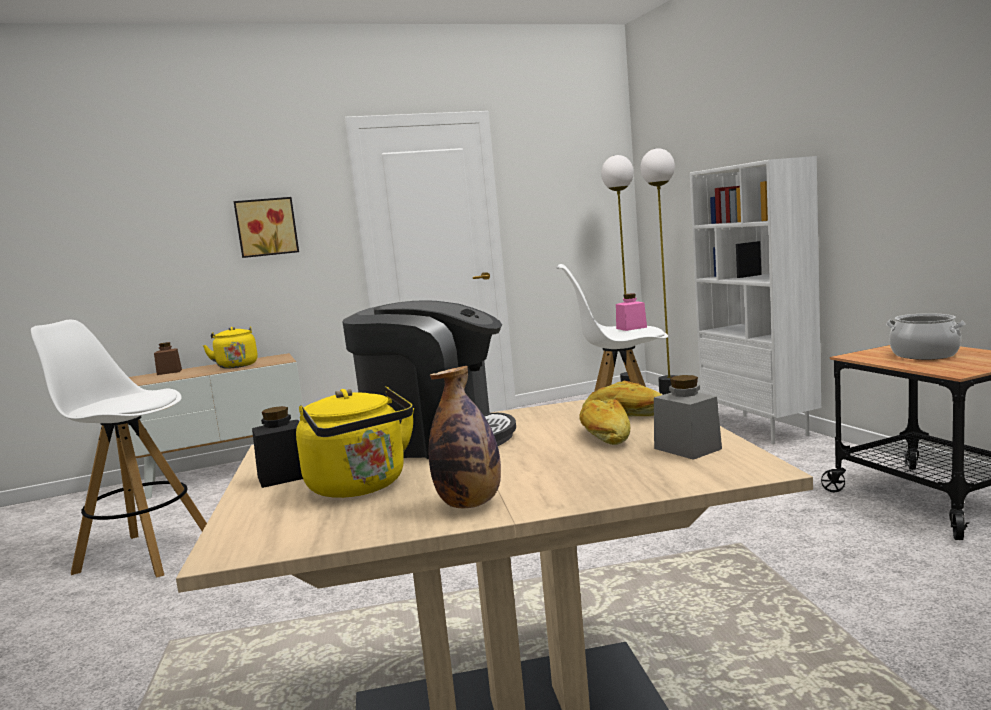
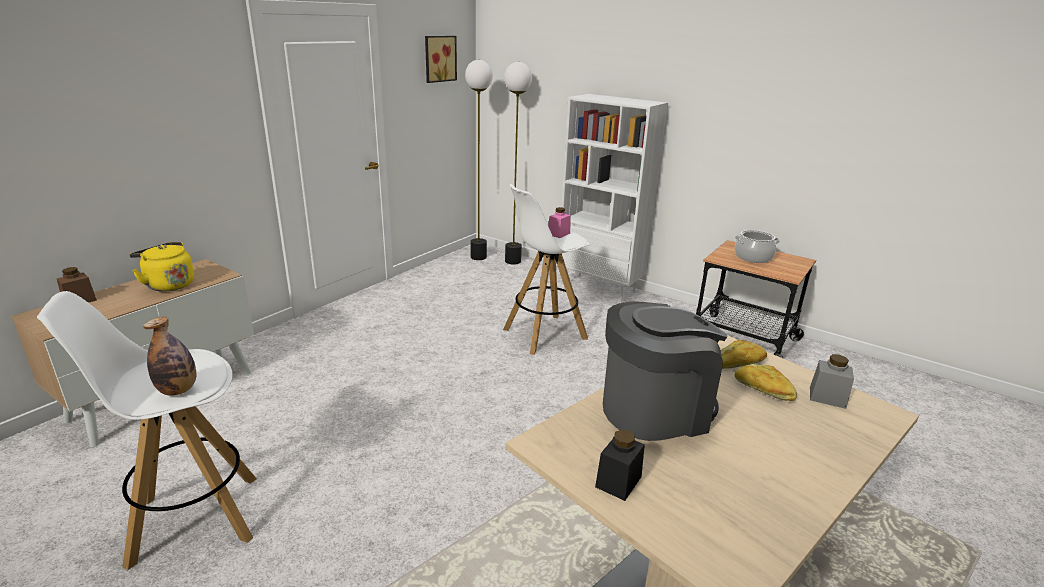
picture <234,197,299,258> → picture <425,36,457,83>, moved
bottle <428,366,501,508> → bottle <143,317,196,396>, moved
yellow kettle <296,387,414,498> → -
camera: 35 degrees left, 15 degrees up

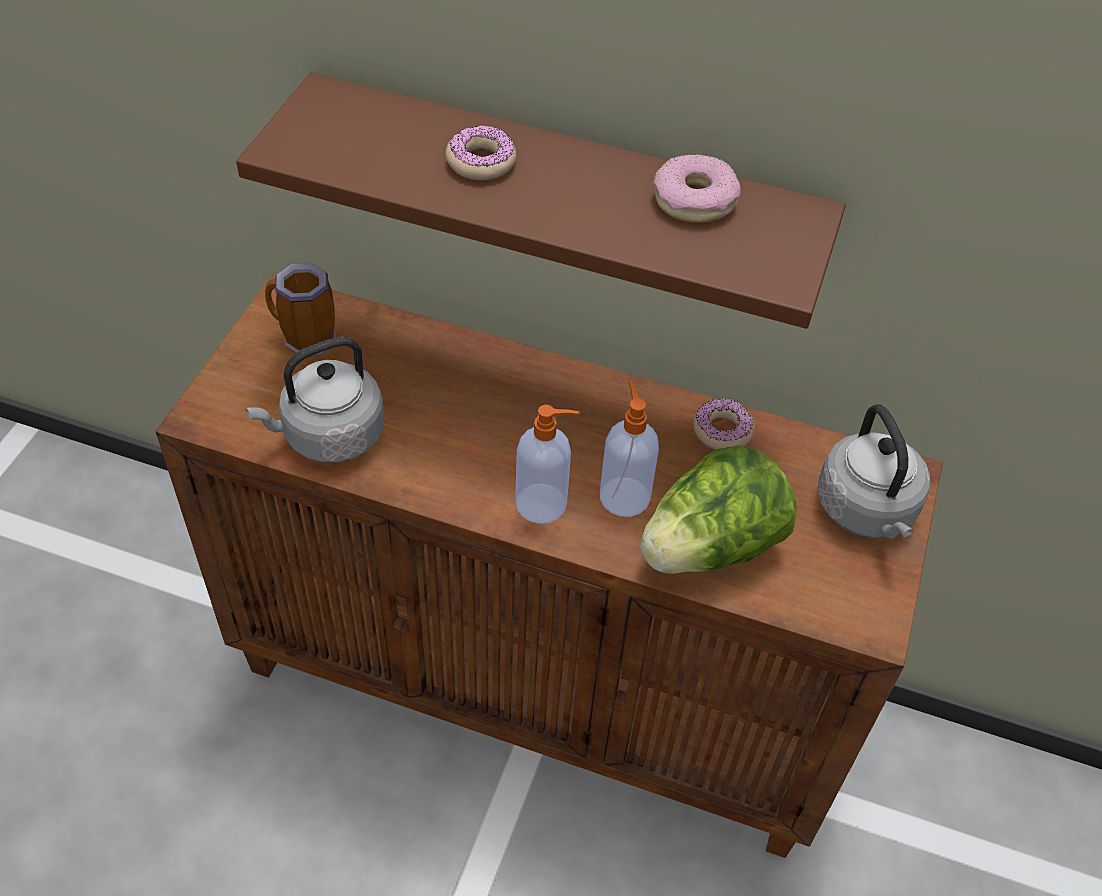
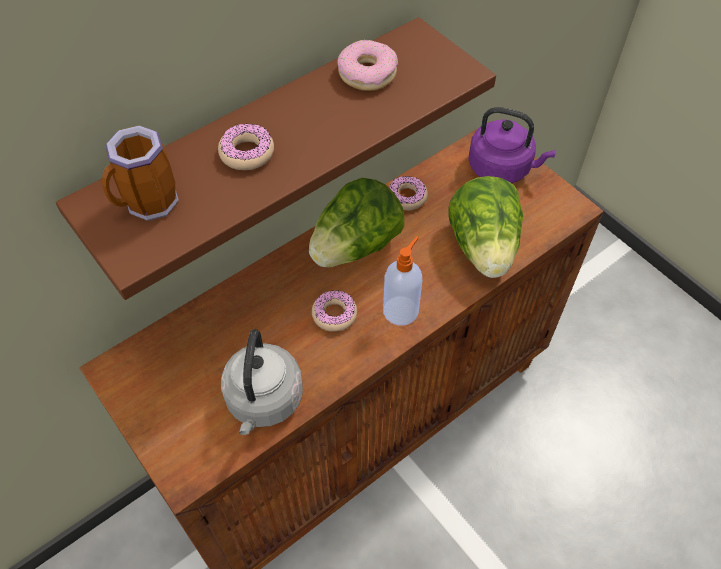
mug <265,263,335,356> → mug <102,125,179,221>, moved
soap dispenser <600,381,659,517> → -
grey kettle <818,404,930,539> → purple kettle <468,107,556,183>
- → lettuce <309,178,404,267>
- → donut <312,291,357,332>
camera: 55 degrees left, 5 degrees up

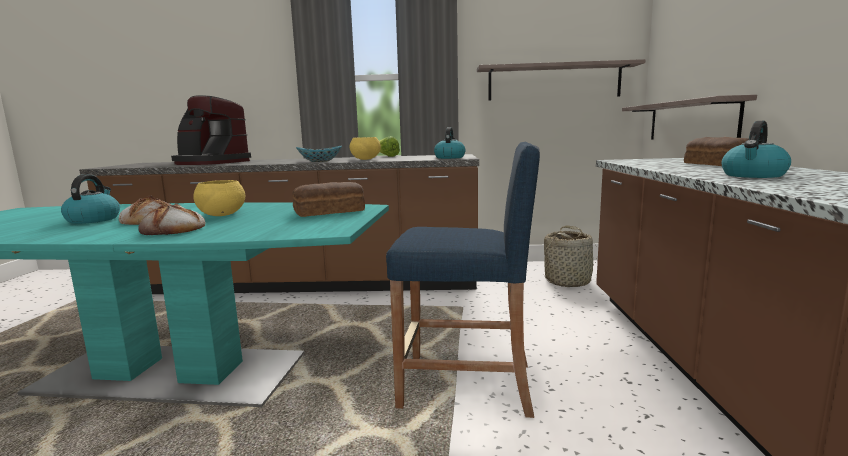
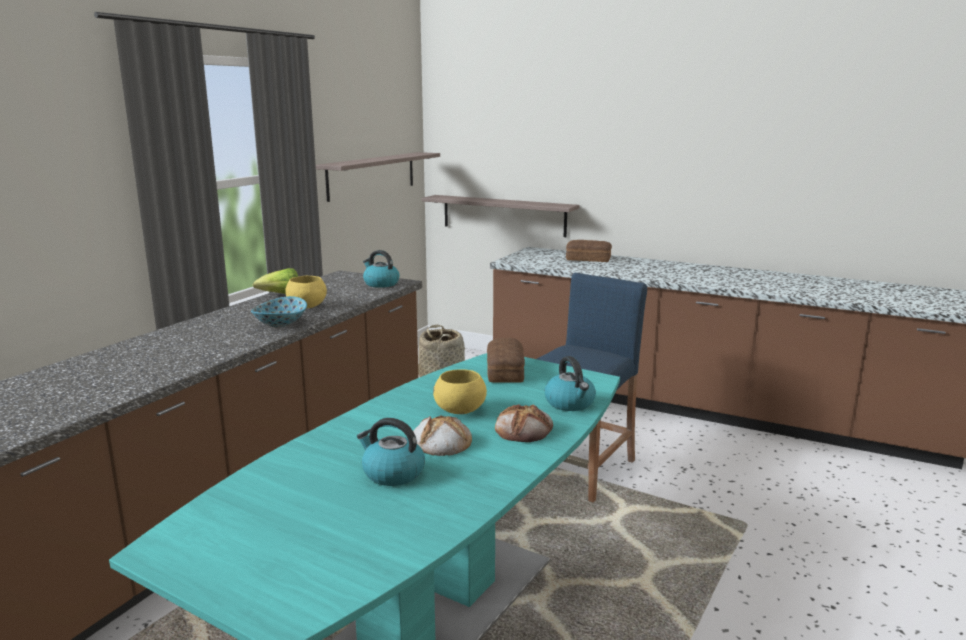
coffee machine <171,95,251,165> → -
kettle <721,121,791,178> → kettle <545,356,596,411>, moved
camera: 65 degrees left, 5 degrees up

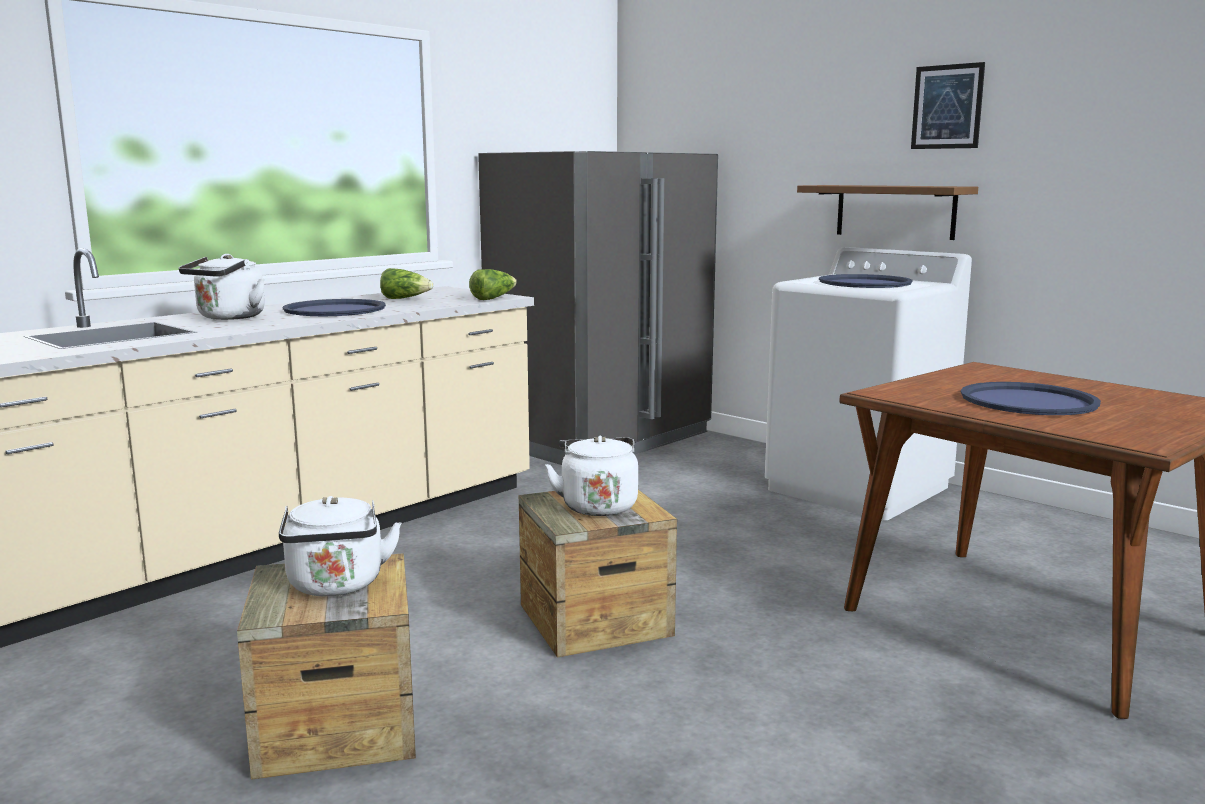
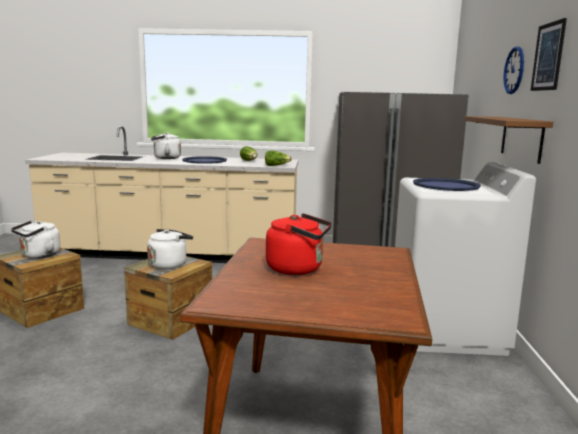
blue tray <961,382,1101,415> → red kettle <266,213,332,275>
- → wall clock <503,46,524,94>
camera: 50 degrees right, 0 degrees up

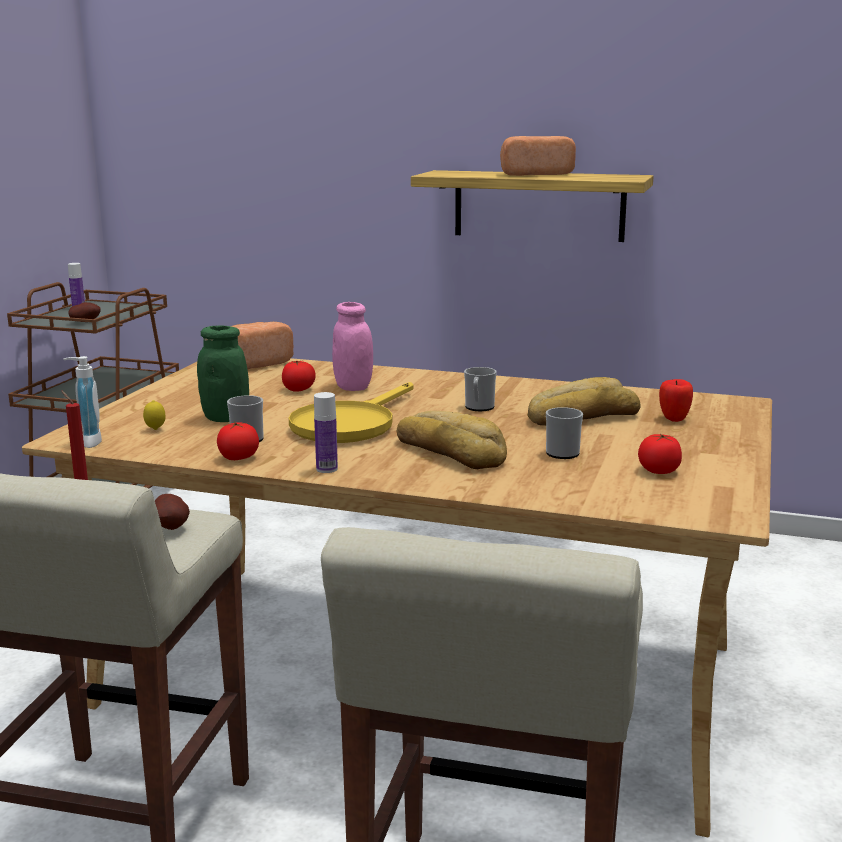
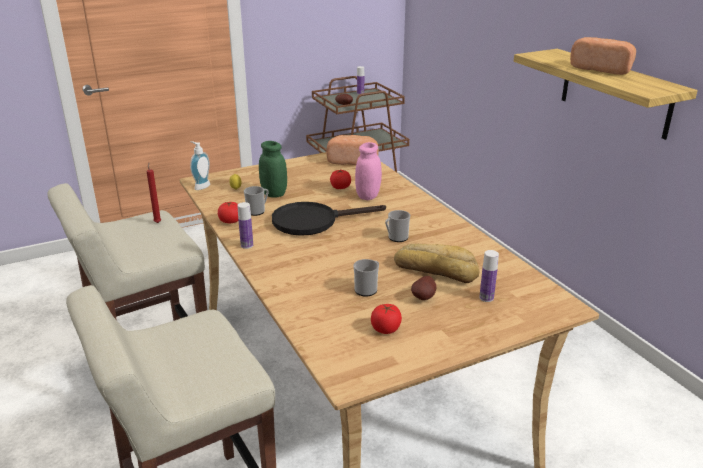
apple <659,379,693,422> → bottle <479,250,499,302>
yellow frying pan <289,382,414,443> → black frying pan <272,202,386,236>
bread <397,411,507,469> → -
potato <155,494,190,530> → potato <411,276,437,300>, moved
camera: 45 degrees right, 10 degrees up

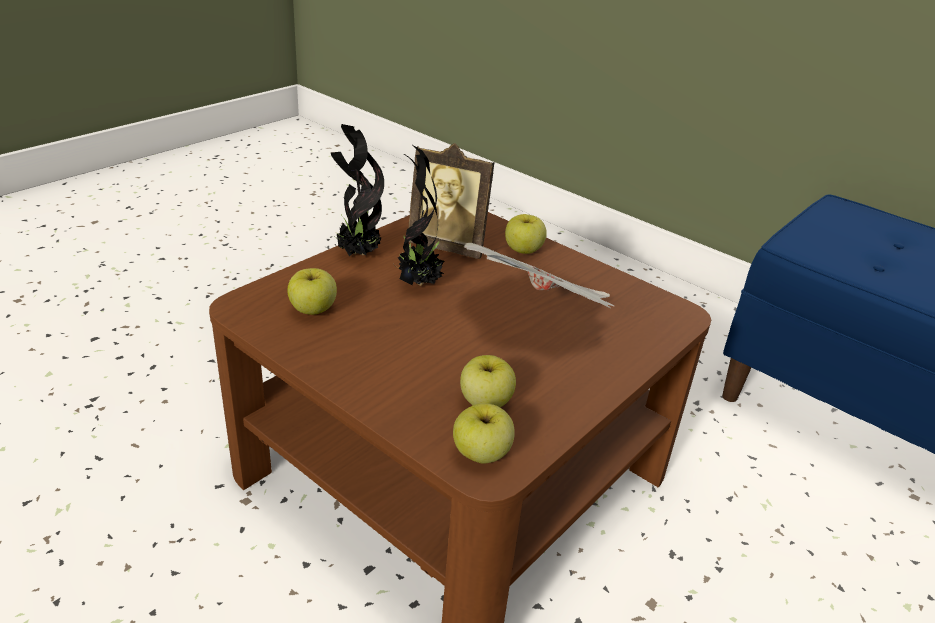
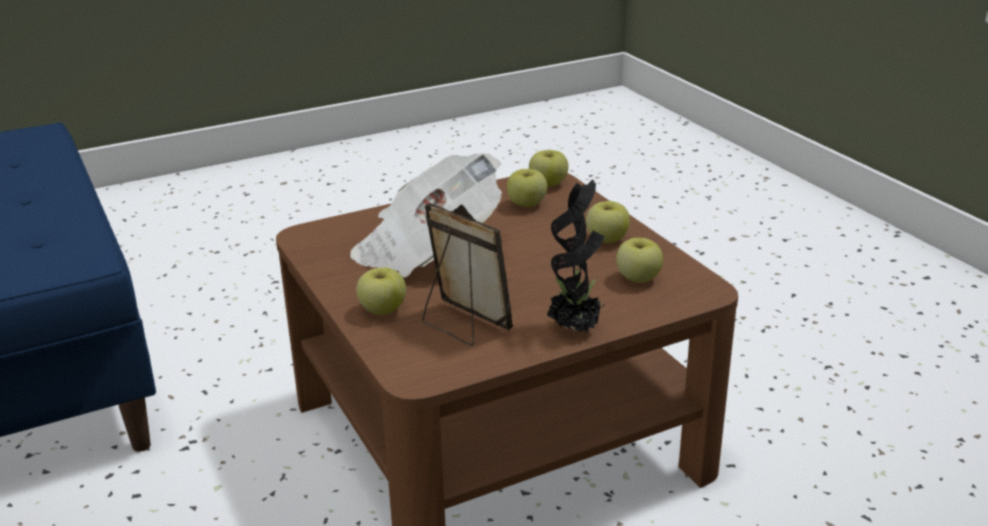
potted plant <393,144,444,286> → -
- → apple <586,201,630,243>
camera: 155 degrees left, 5 degrees down

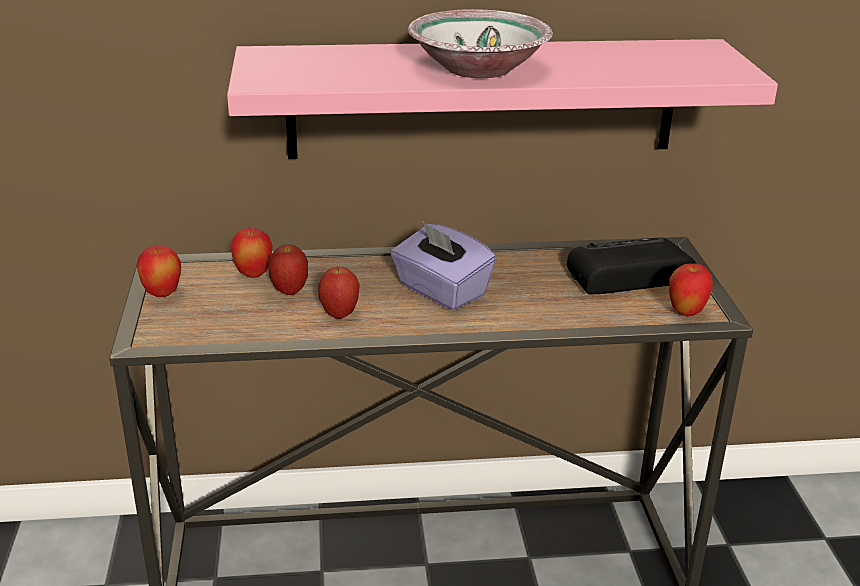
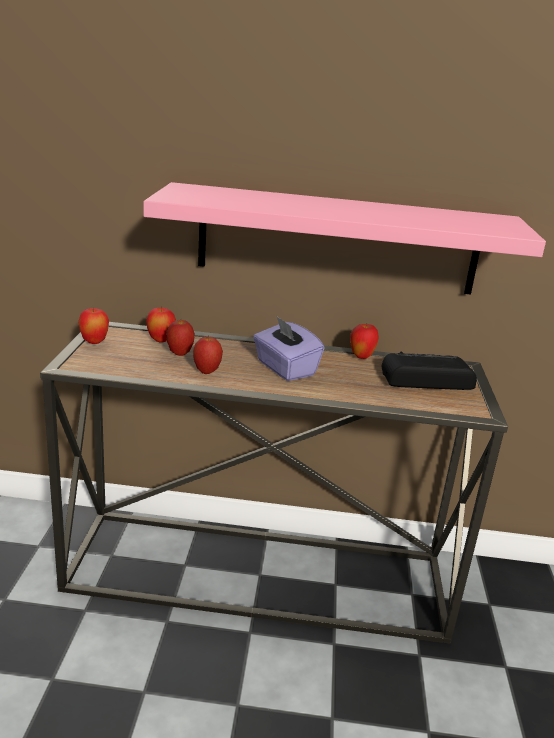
bowl <408,9,553,78> → -
apple <669,264,713,317> → apple <350,324,379,359>, moved
camera: 10 degrees right, 5 degrees down

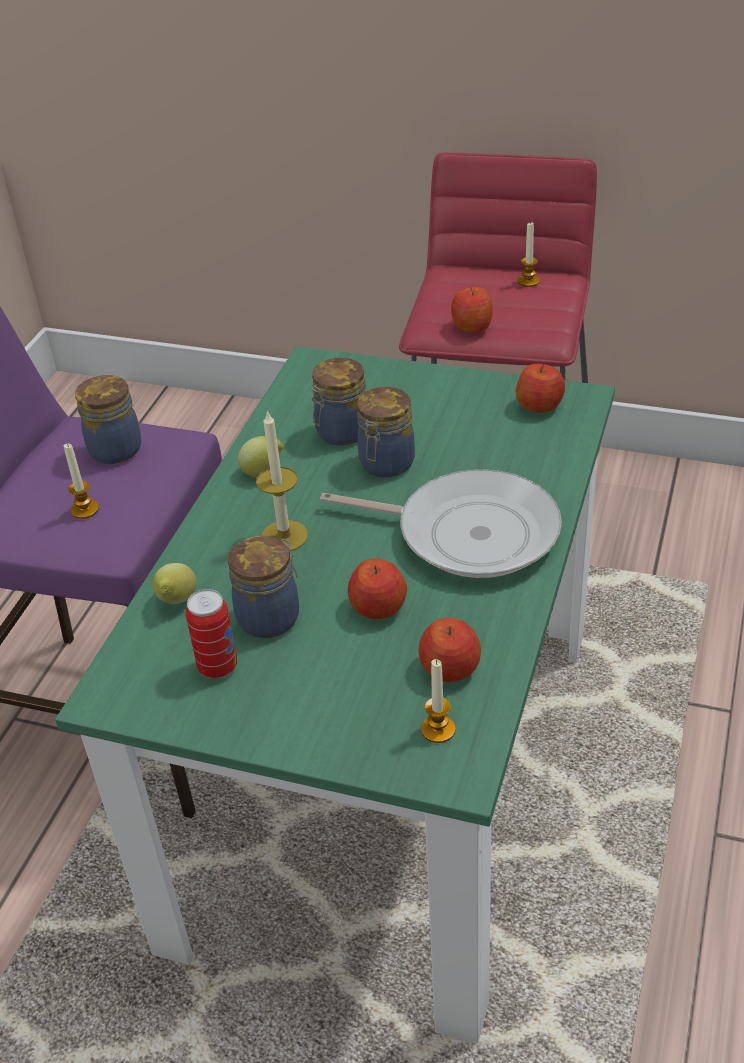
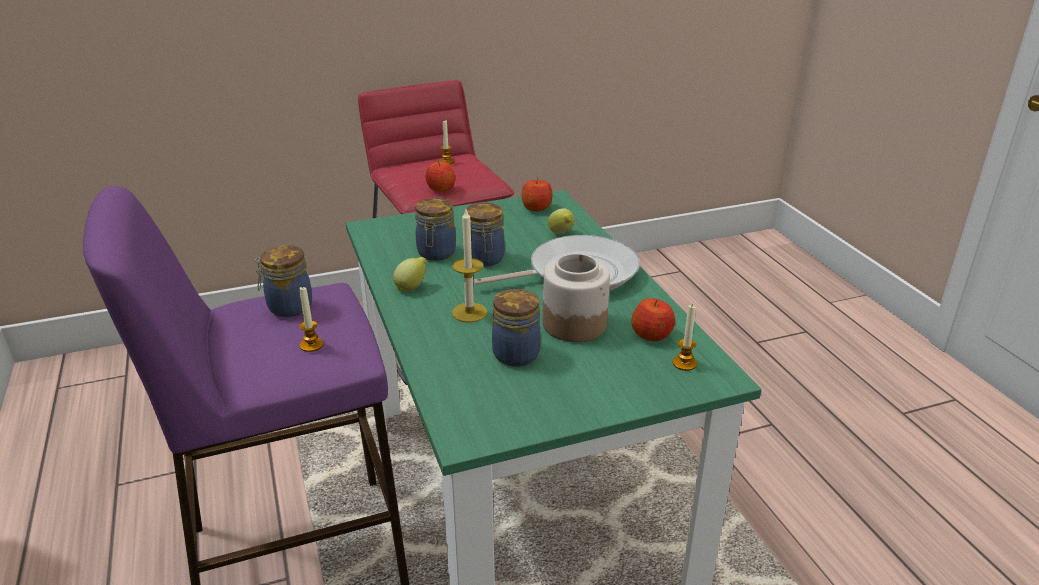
apple <348,558,407,619> → jar <542,253,610,342>
lemon <153,563,197,604> → lemon <548,209,574,234>, moved
can <186,589,237,679> → -
camera: 40 degrees left, 10 degrees down

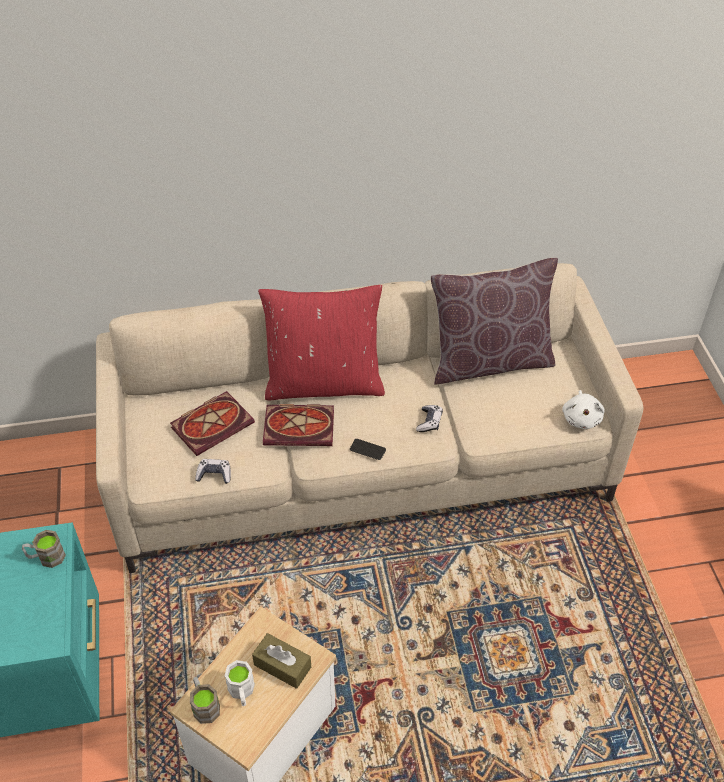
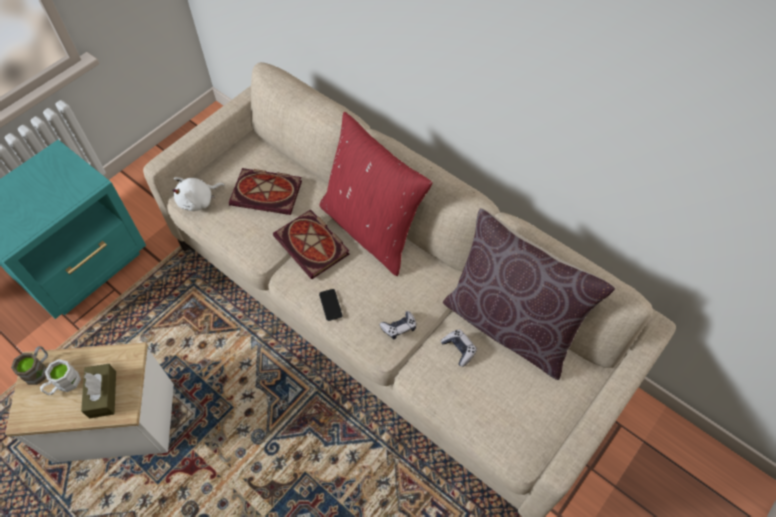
white plush toy <562,390,605,429> → white plush toy <172,177,224,211>, moved
game controller <195,459,231,484> → game controller <440,329,477,367>, moved
brown mug <22,530,66,568> → -
camera: 50 degrees right, 10 degrees up

